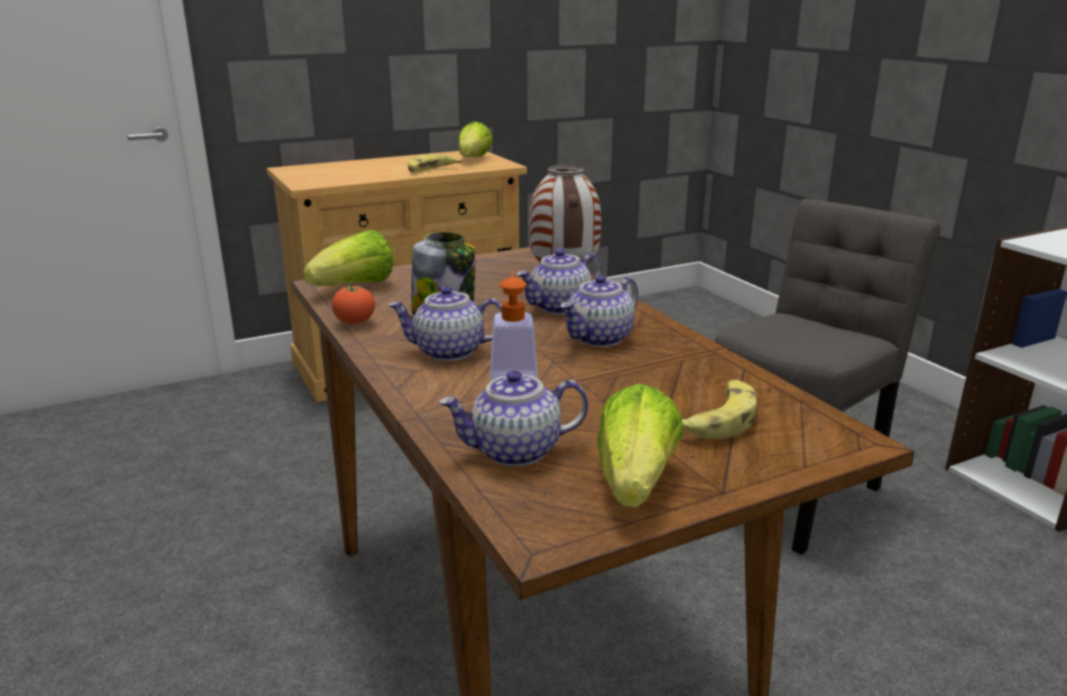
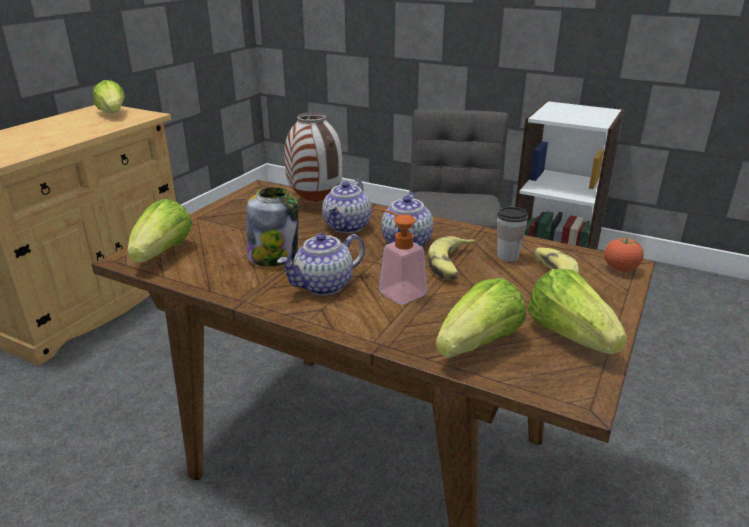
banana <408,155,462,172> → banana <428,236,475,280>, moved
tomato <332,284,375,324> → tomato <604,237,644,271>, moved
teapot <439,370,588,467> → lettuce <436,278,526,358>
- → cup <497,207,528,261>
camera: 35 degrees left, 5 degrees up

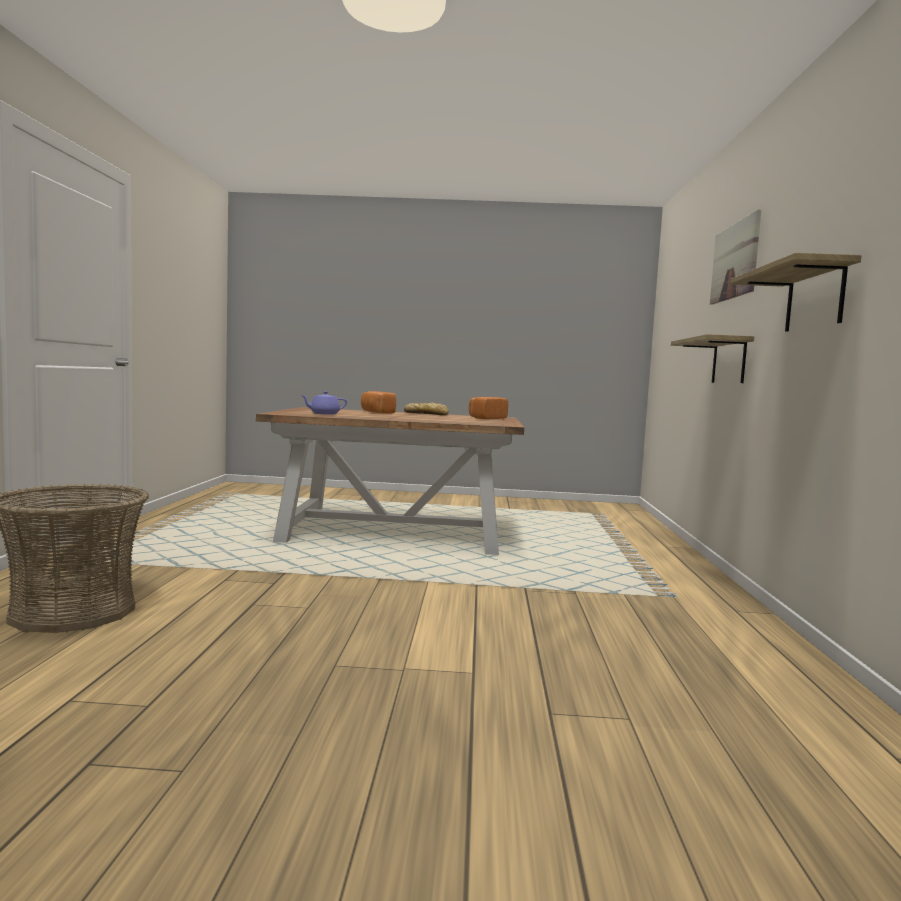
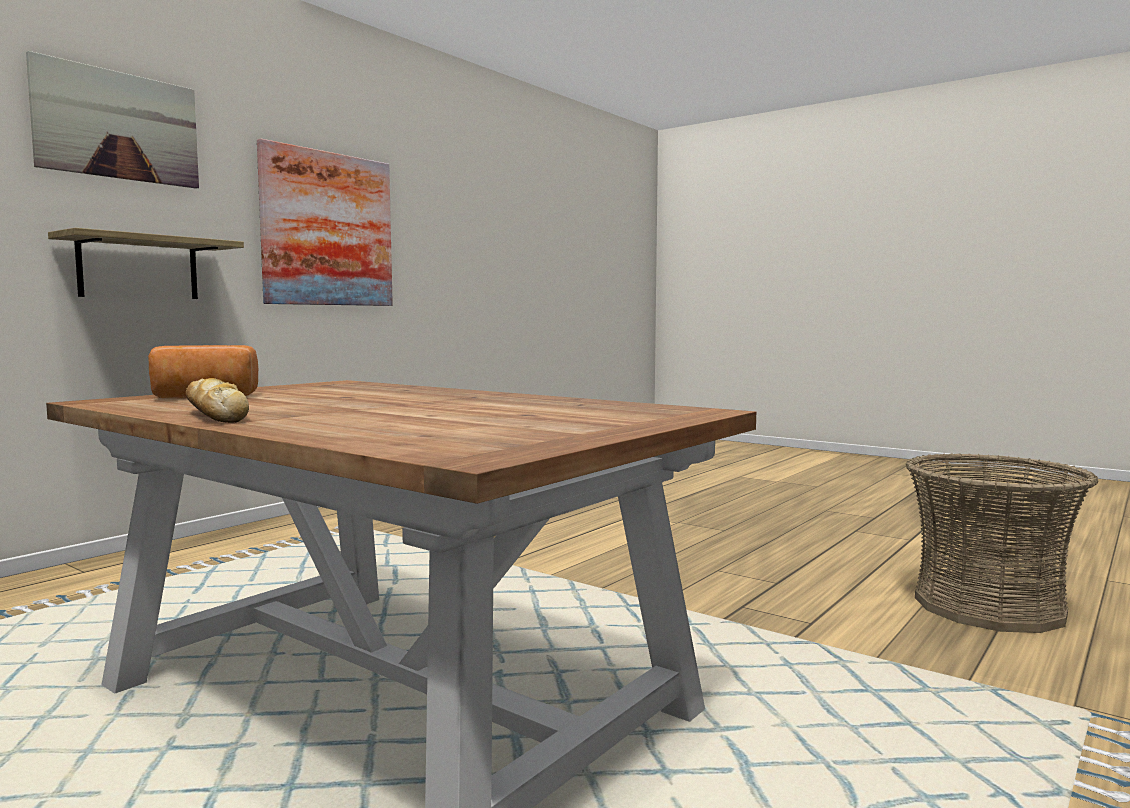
shelf <730,253,861,332> → picture <257,139,393,306>
purple teapot <301,391,347,415> → -
bread <361,391,396,414> → -
camera: 145 degrees left, 0 degrees up

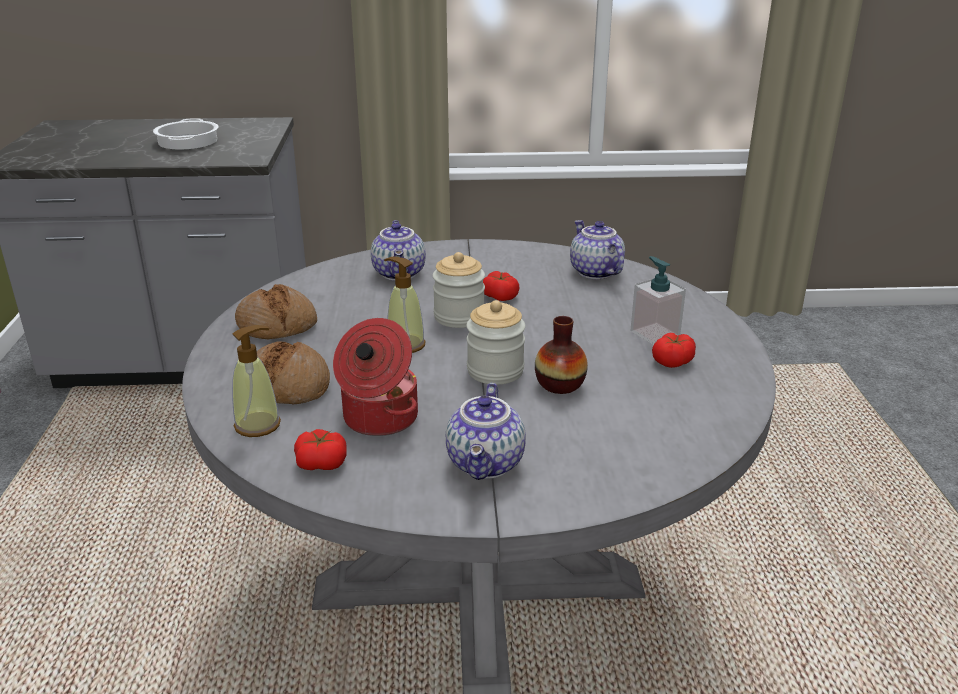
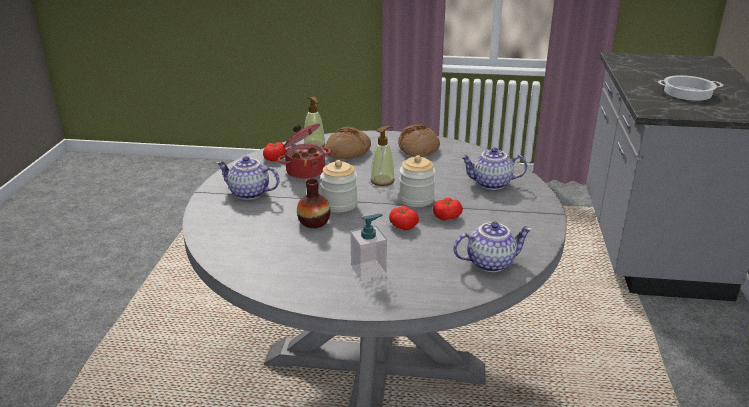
tomato <652,333,696,368> → tomato <389,206,419,230>, moved
camera: 100 degrees right, 0 degrees up

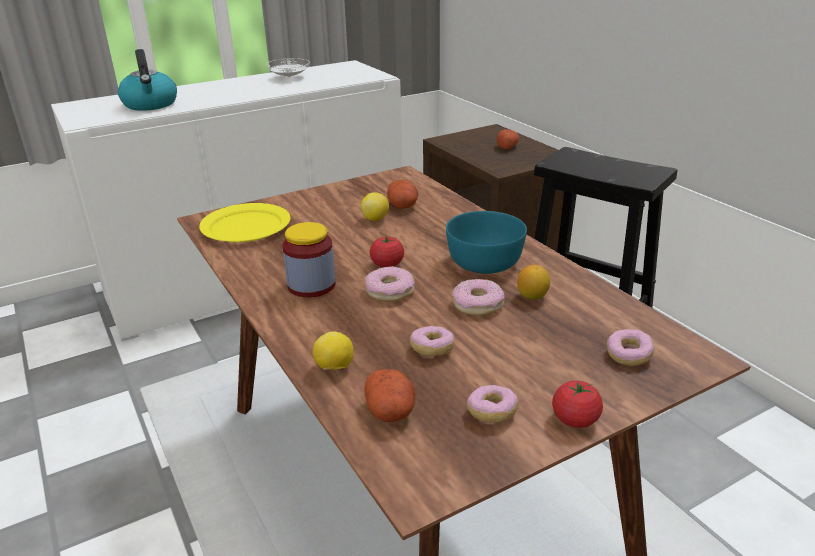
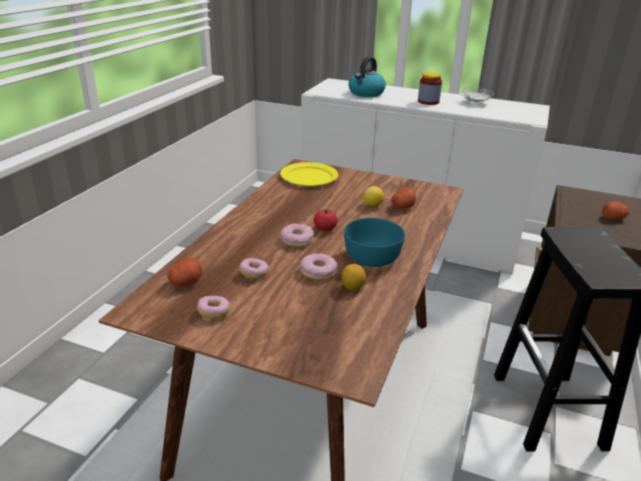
jar <283,222,336,298> → jar <418,72,442,105>, moved
donut <607,329,654,366> → -
lemon <313,331,353,370> → -
tomato <552,380,603,428> → -
camera: 50 degrees right, 0 degrees up

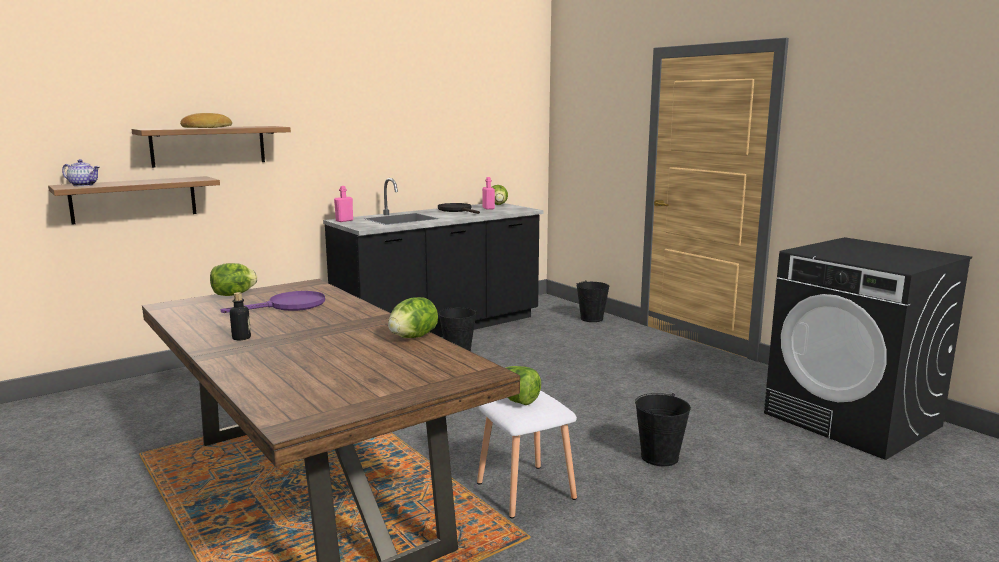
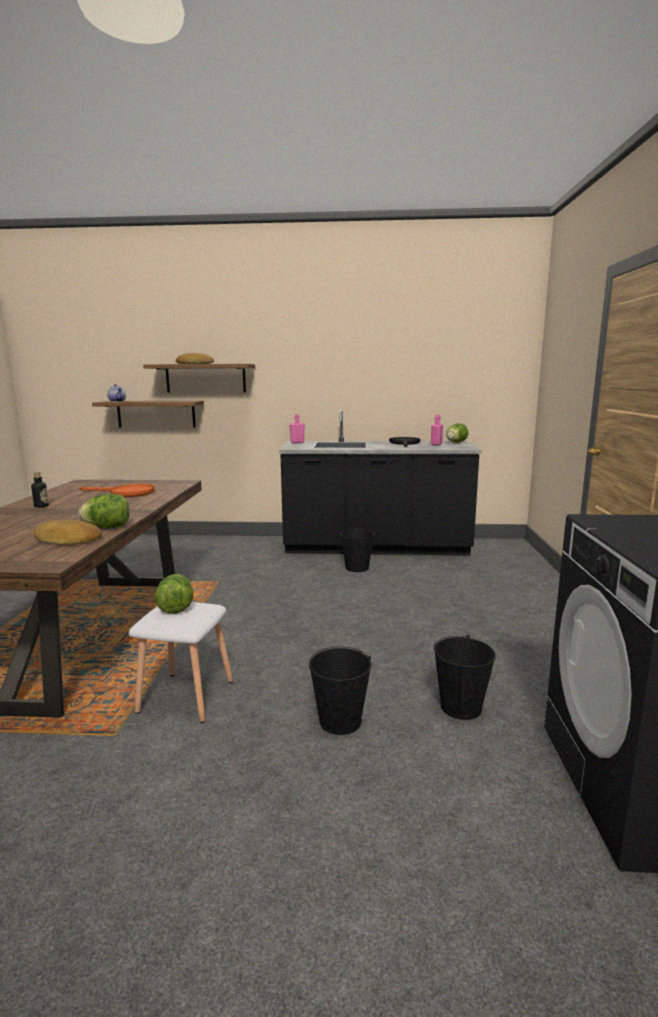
lettuce <210,263,258,296> → -
black bucket <576,280,609,322> → black bucket <433,635,496,720>, moved
purple frying pan <221,291,325,313> → orange frying pan <79,484,155,497>
- → bread <33,520,103,545>
camera: 40 degrees right, 0 degrees up

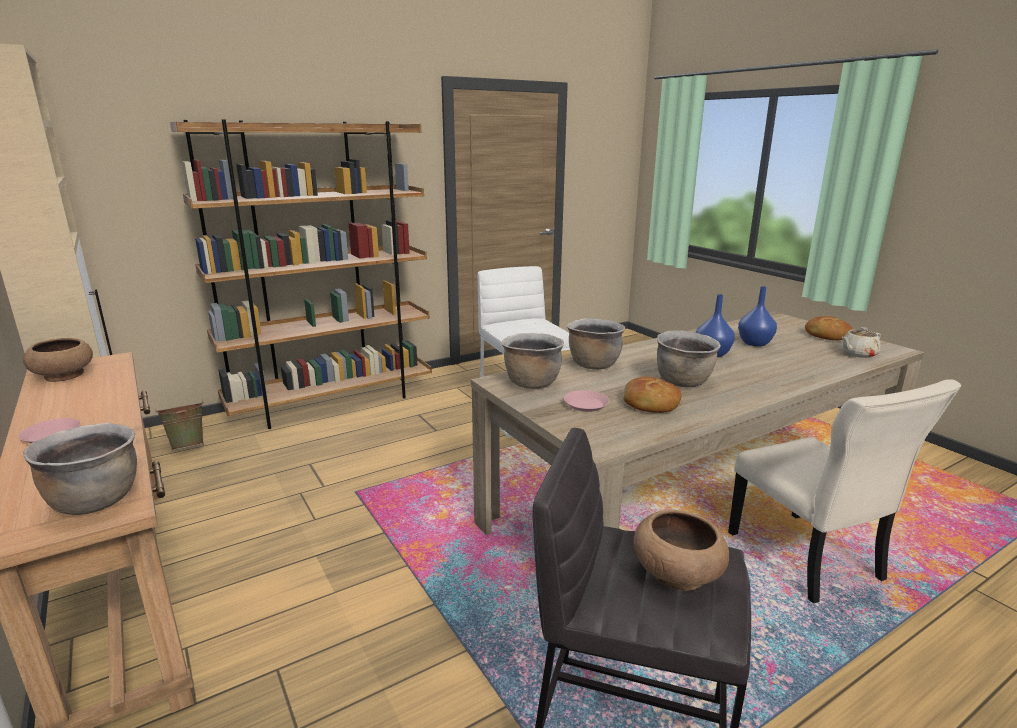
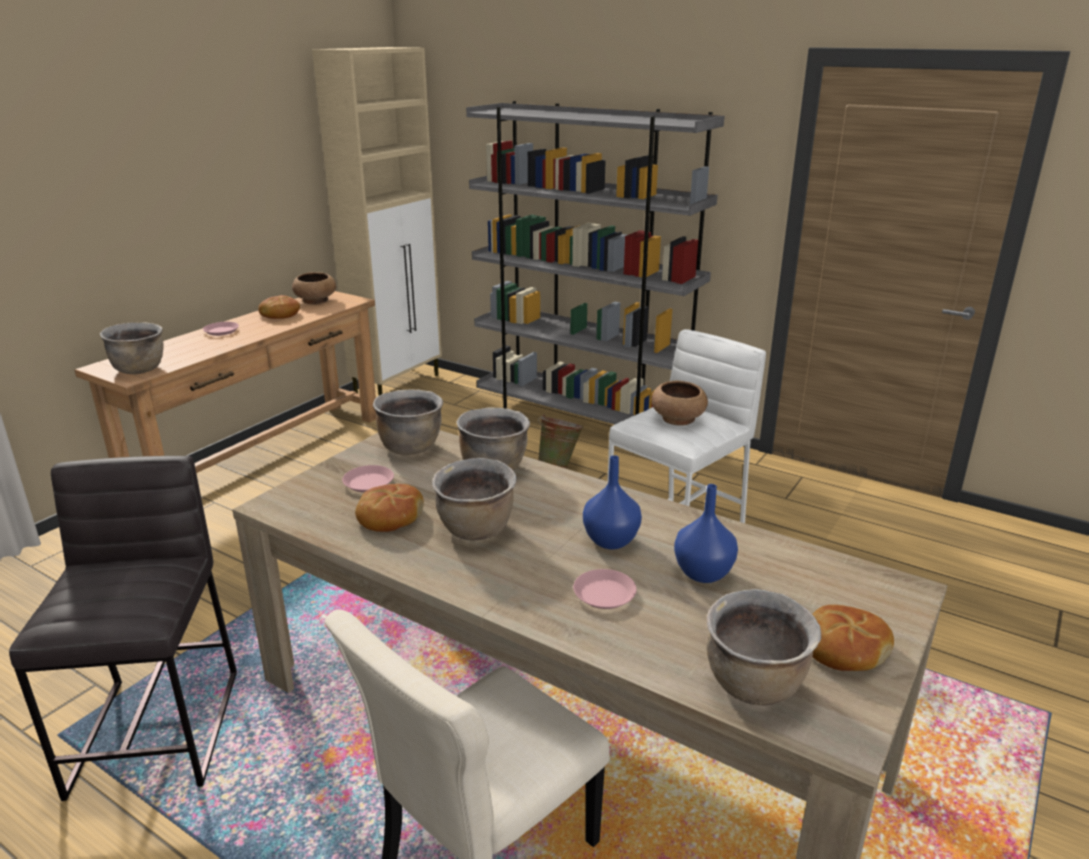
brown bookcase <170,119,432,429> → grey bookcase <466,101,725,454>
beige teapot <840,327,881,358> → brown cooking pot <707,589,821,705>
green bucket <155,401,204,450> → green bucket <538,414,584,468>, moved
brown bowl <634,509,729,591> → brown bowl <651,381,708,426>, moved
- → bread <258,295,300,319>
- → pink plate <573,569,637,609>
camera: 65 degrees right, 5 degrees up

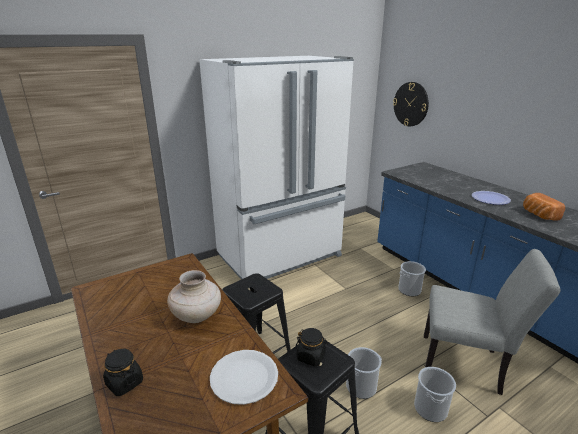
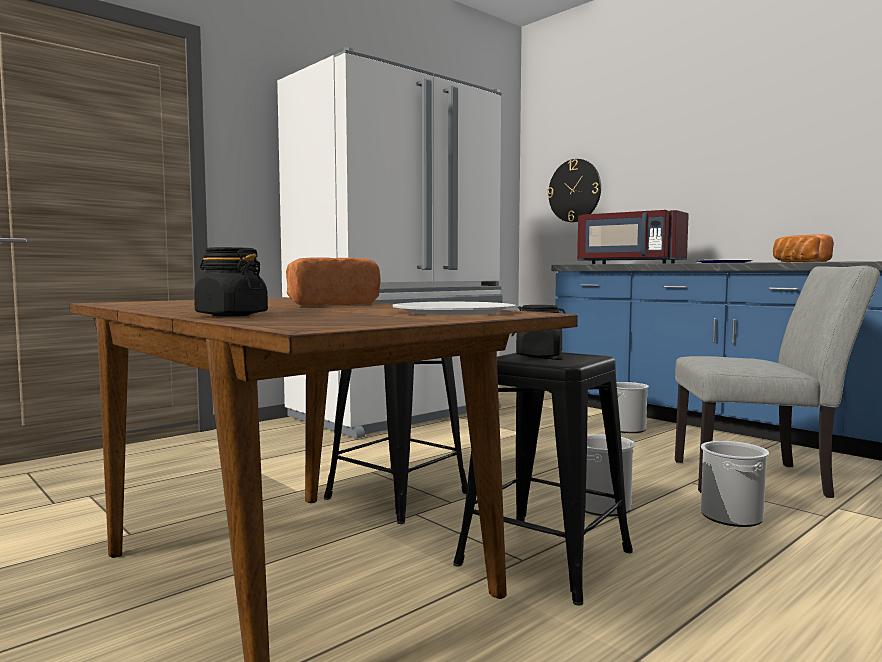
beige vase <167,270,221,323> → bread <286,257,381,306>
- → red microwave <577,210,689,264>
camera: 10 degrees left, 20 degrees down

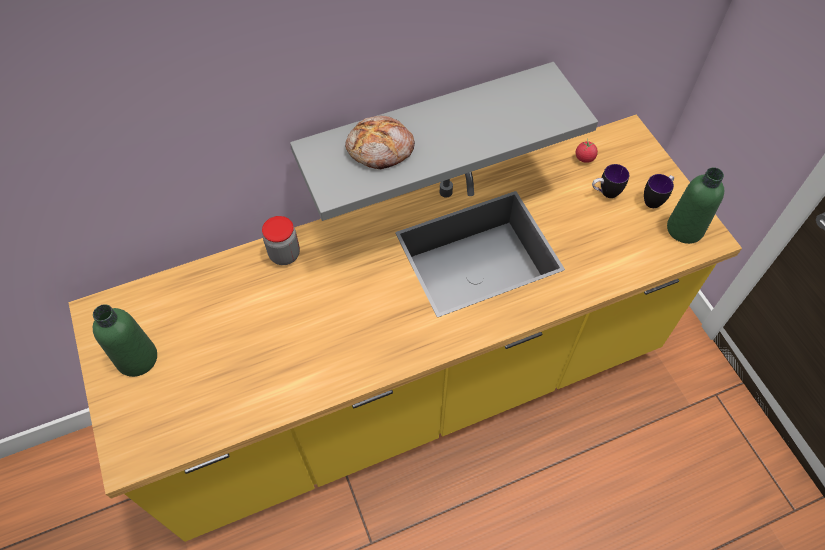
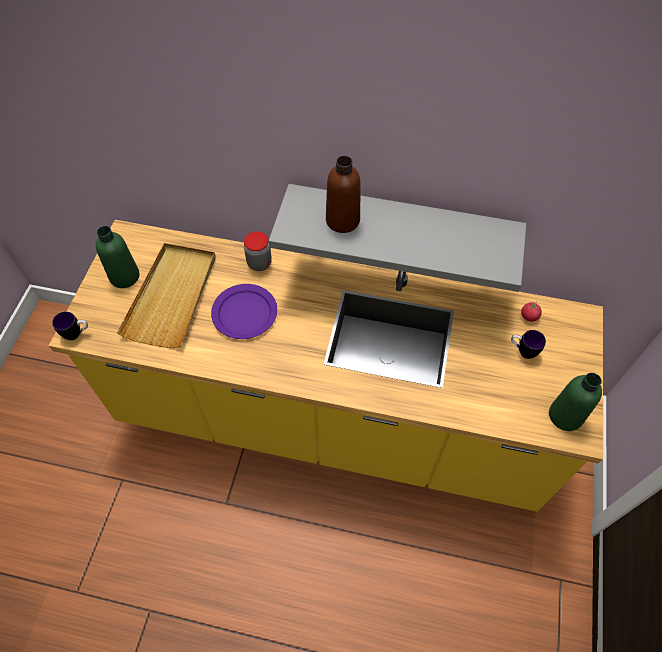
bread <345,116,415,169> → brown bottle <326,156,360,233>
mug <644,174,674,208> → mug <52,311,88,340>, moved
- → beige tray <117,243,216,348>
- → purple plate <211,284,277,339>
camera: 35 degrees right, 0 degrees up

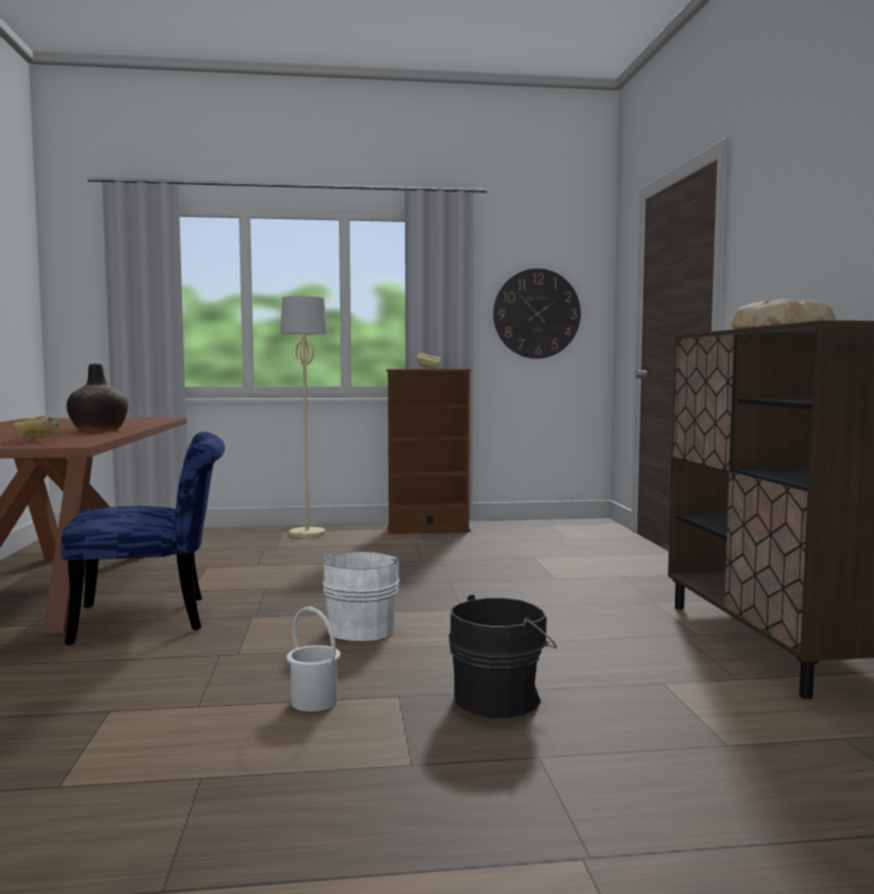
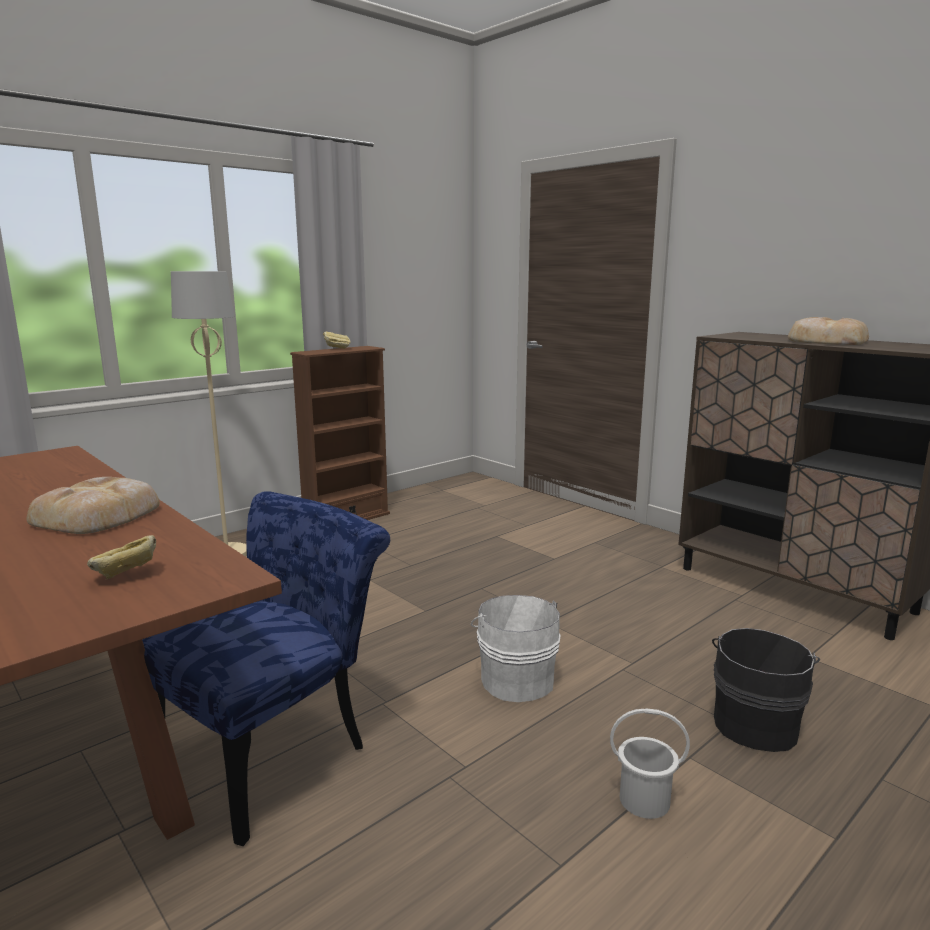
wall clock <493,268,581,359> → -
vase <67,364,128,432> → bread <27,477,160,534>
camera: 35 degrees left, 10 degrees up

